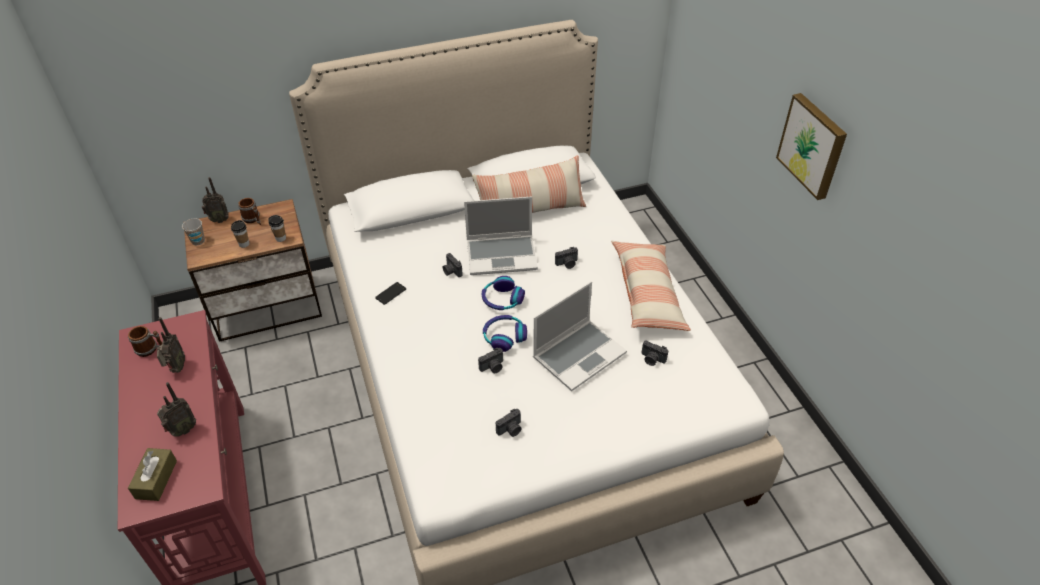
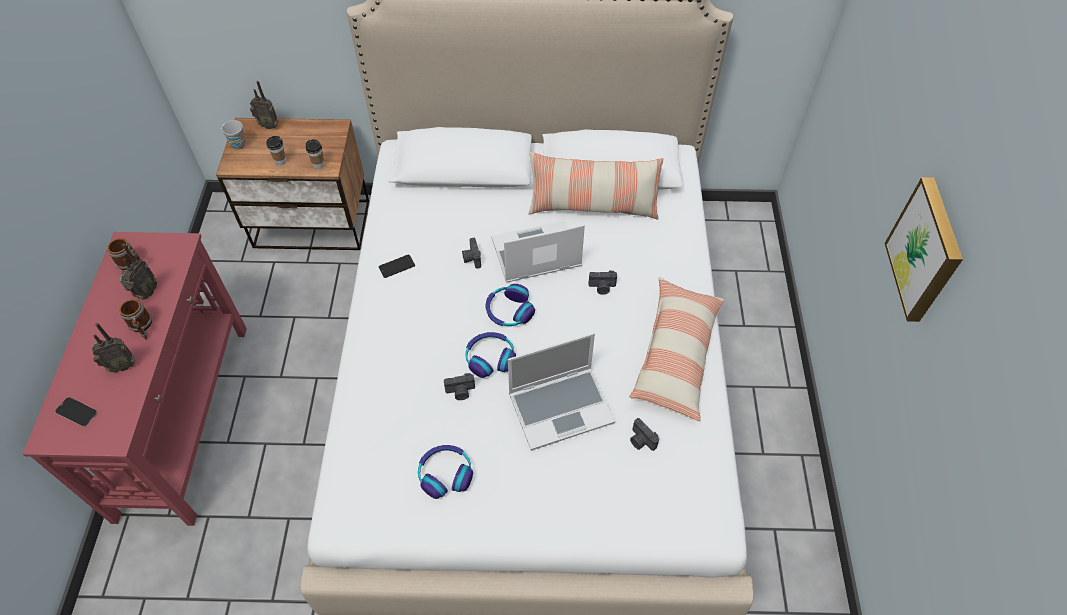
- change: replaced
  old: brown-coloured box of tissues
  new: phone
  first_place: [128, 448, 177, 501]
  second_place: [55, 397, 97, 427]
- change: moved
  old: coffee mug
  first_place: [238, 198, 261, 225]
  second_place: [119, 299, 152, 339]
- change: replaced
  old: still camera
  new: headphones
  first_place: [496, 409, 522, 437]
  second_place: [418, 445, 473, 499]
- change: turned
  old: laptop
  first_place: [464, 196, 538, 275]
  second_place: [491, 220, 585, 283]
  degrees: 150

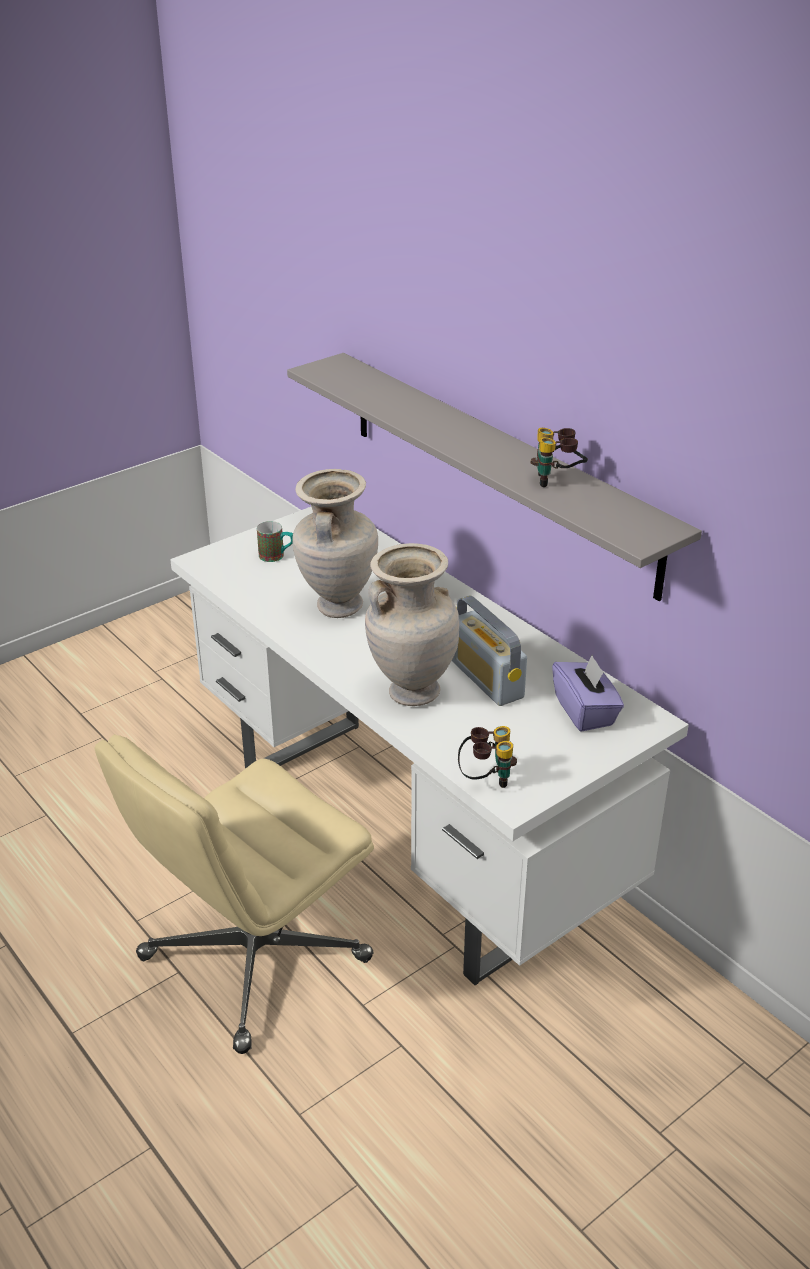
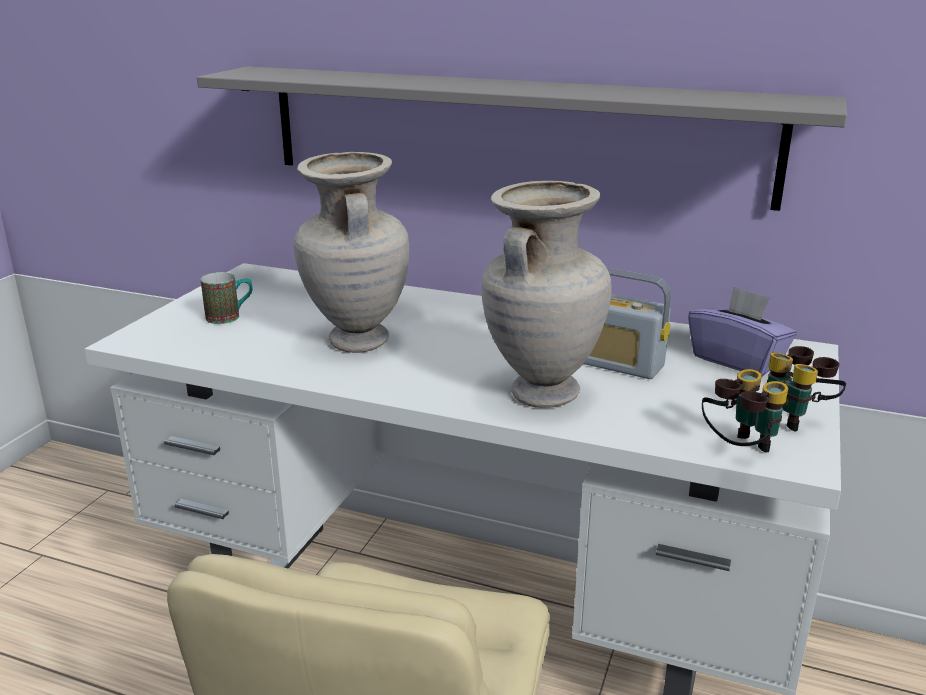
- change: moved
  old: pair of binoculars
  first_place: [531, 428, 588, 487]
  second_place: [767, 346, 846, 431]

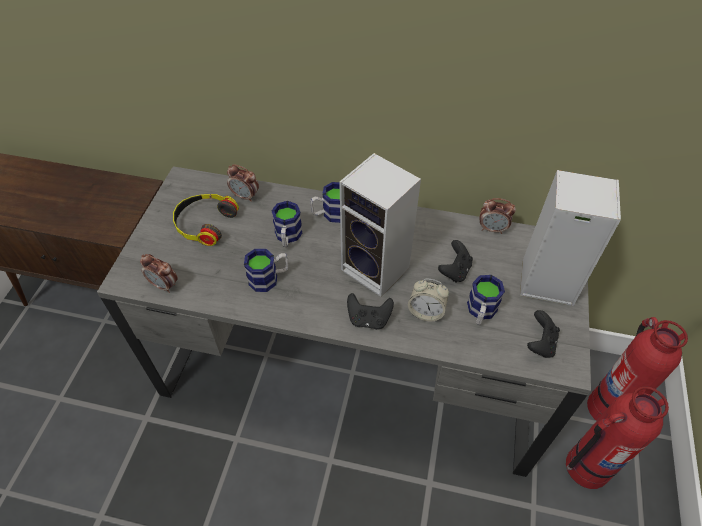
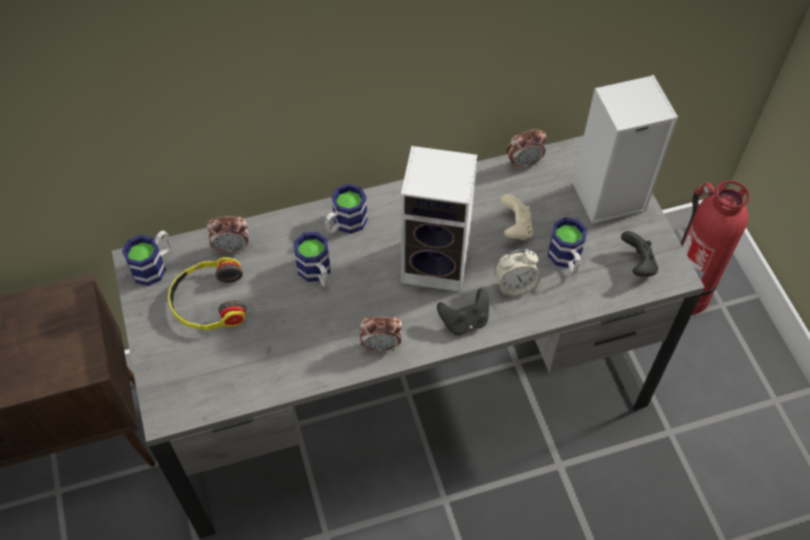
- change: moved
  old: coffee mug
  first_place: [244, 249, 288, 292]
  second_place: [122, 230, 171, 286]
- change: moved
  old: bedside clock
  first_place: [140, 254, 178, 293]
  second_place: [360, 317, 402, 351]
- change: recoloured
  old: black-coloured joypad
  new: beige-coloured joypad
  first_place: [438, 240, 473, 283]
  second_place: [500, 194, 533, 240]
- change: removed
  old: fire extinguisher
  first_place: [566, 386, 669, 489]

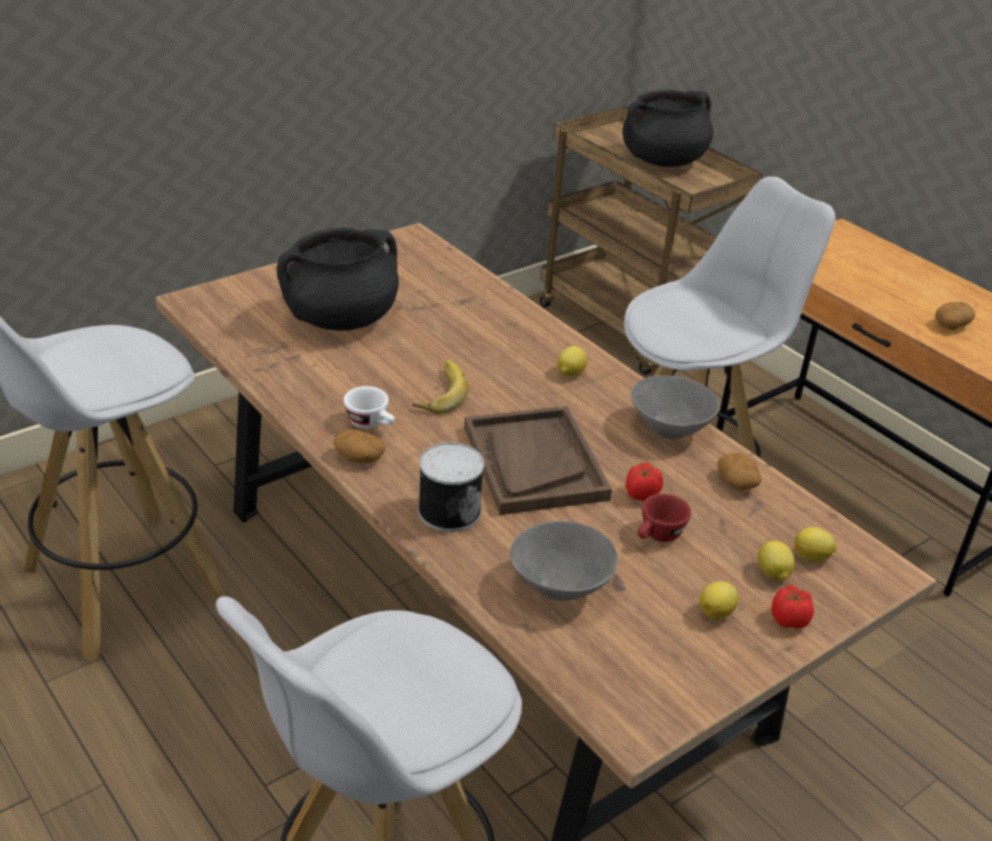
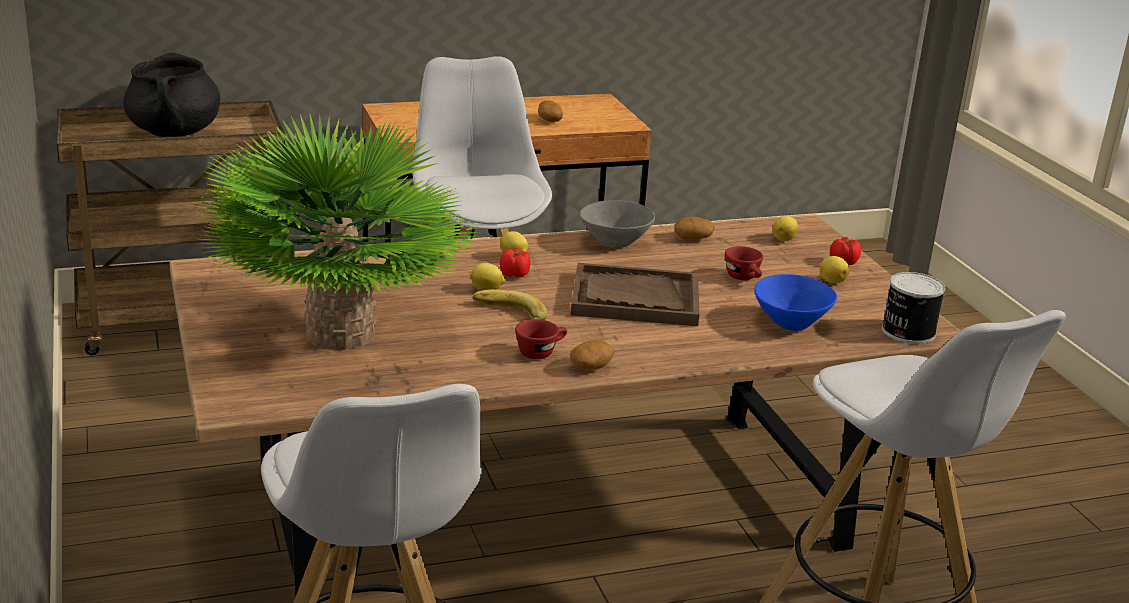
- change: replaced
  old: black-coloured cooking pot
  new: potted plant
  first_place: [277, 227, 399, 331]
  second_place: [195, 113, 478, 350]
- change: moved
  old: whole lemon
  first_place: [758, 541, 795, 580]
  second_place: [471, 263, 506, 290]
- change: moved
  old: fresh tomato
  first_place: [626, 463, 663, 501]
  second_place: [500, 248, 531, 277]
- change: recoloured
  old: white-coloured small cup
  new: reddish small cup
  first_place: [344, 386, 395, 429]
  second_place: [515, 319, 567, 359]
- change: recoloured
  old: grey deep dish
  new: bluish deep dish
  first_place: [510, 521, 618, 601]
  second_place: [754, 274, 837, 331]
- change: moved
  old: metal can
  first_place: [418, 442, 484, 532]
  second_place: [882, 272, 945, 344]

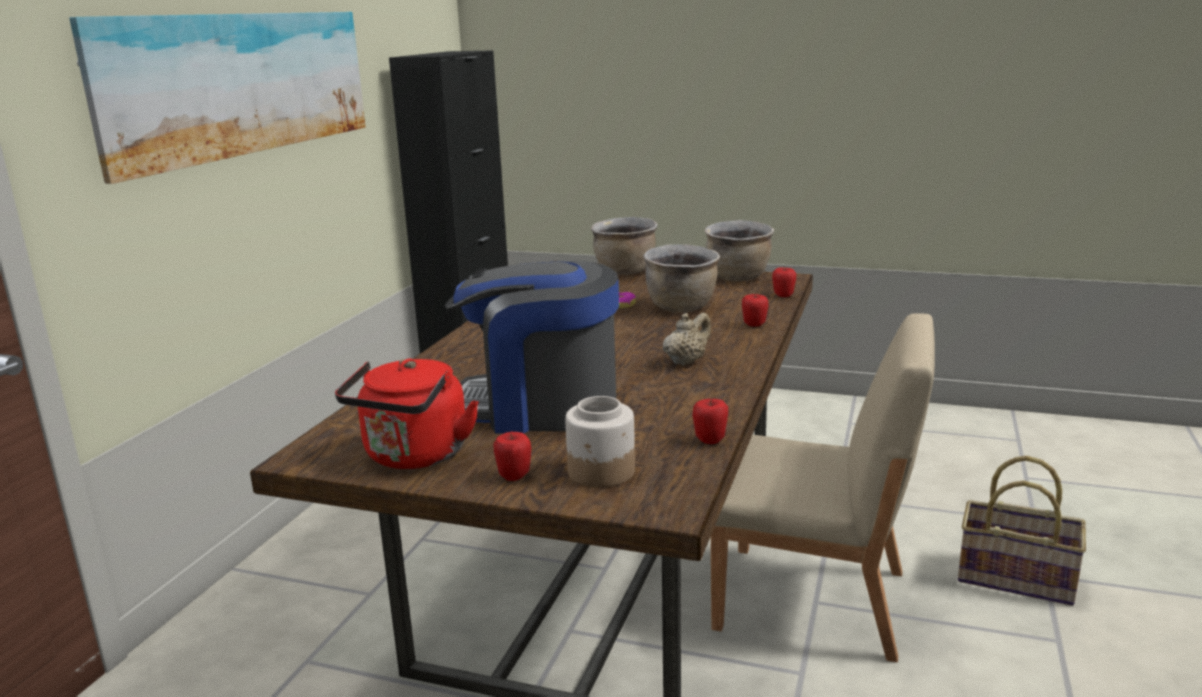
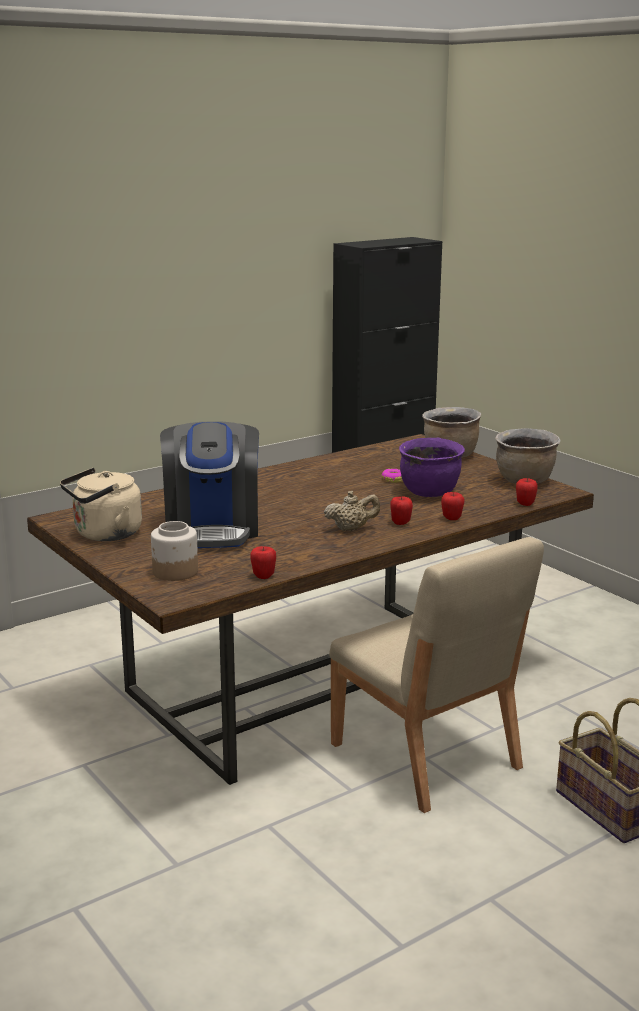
- change: recoloured
  old: reddish tea kettle
  new: beige-coloured tea kettle
  first_place: [335, 359, 479, 469]
  second_place: [60, 468, 142, 541]
- change: turned
  old: coffee machine
  first_place: [445, 260, 619, 434]
  second_place: [160, 421, 259, 548]
  degrees: -135
- change: moved
  old: apple
  first_place: [493, 432, 531, 481]
  second_place: [390, 496, 413, 525]
- change: recoloured
  old: brown-coloured cooking pot
  new: purple cooking pot
  first_place: [643, 244, 720, 313]
  second_place: [399, 438, 465, 497]
- change: removed
  old: picture
  first_place: [69, 12, 366, 184]

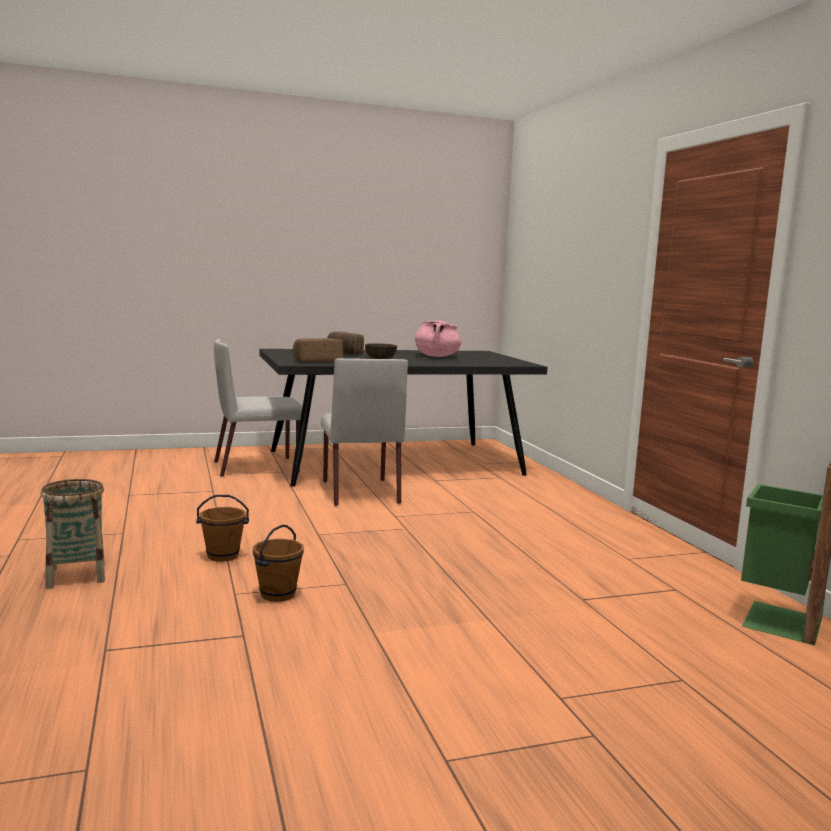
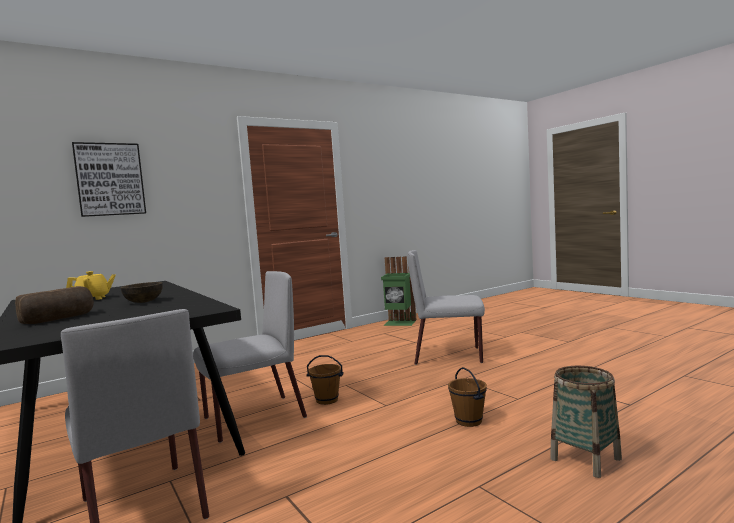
- change: replaced
  old: pink-coloured cooking pot
  new: yellowish pot for tea
  first_place: [415, 320, 461, 357]
  second_place: [66, 271, 116, 300]
- change: added
  new: picture
  second_place: [72, 142, 146, 217]
- change: moved
  old: brown-coloured bucket
  first_place: [253, 525, 304, 602]
  second_place: [307, 355, 344, 405]
- change: added
  new: grey chair
  second_place: [408, 250, 485, 365]
- change: removed
  old: baked bread
  first_place: [293, 338, 343, 362]

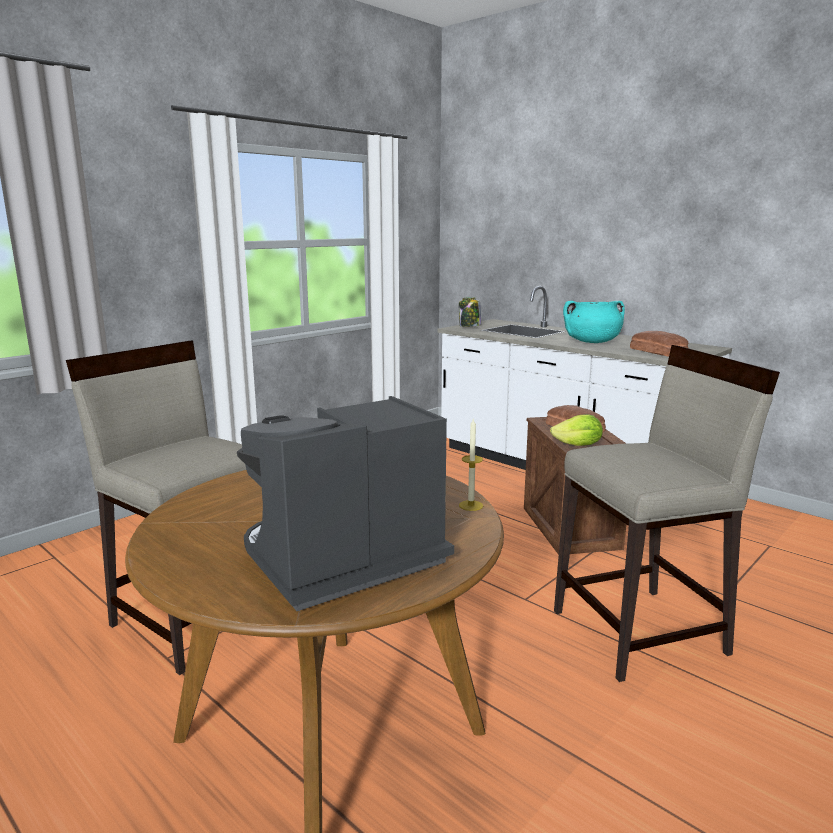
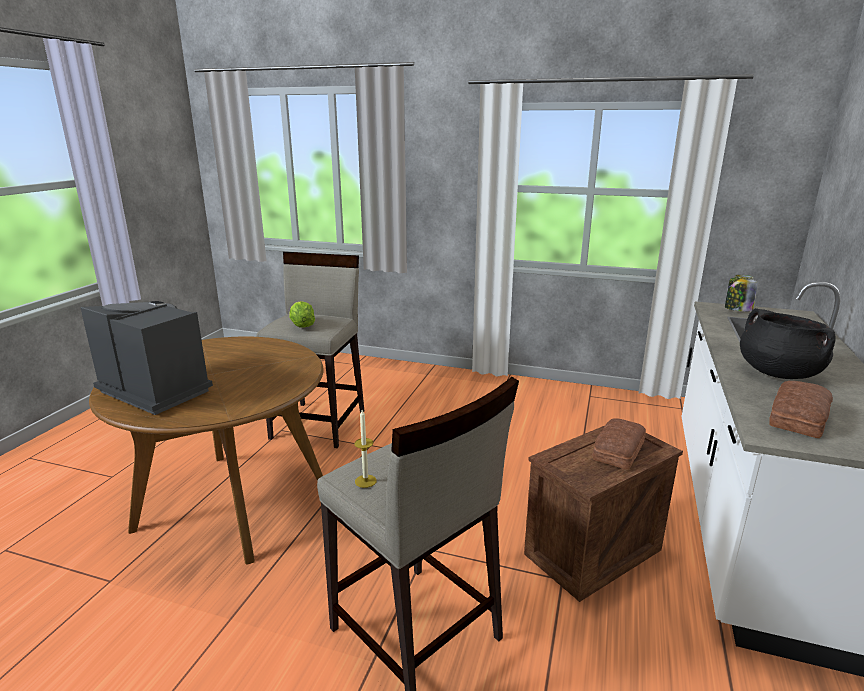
- change: moved
  old: lettuce
  first_place: [550, 414, 603, 446]
  second_place: [289, 301, 315, 328]
- change: moved
  old: wax candle
  first_place: [459, 419, 483, 511]
  second_place: [354, 410, 377, 488]
- change: recoloured
  old: blue-green cooking pot
  new: black-coloured cooking pot
  first_place: [563, 301, 625, 343]
  second_place: [740, 308, 836, 379]

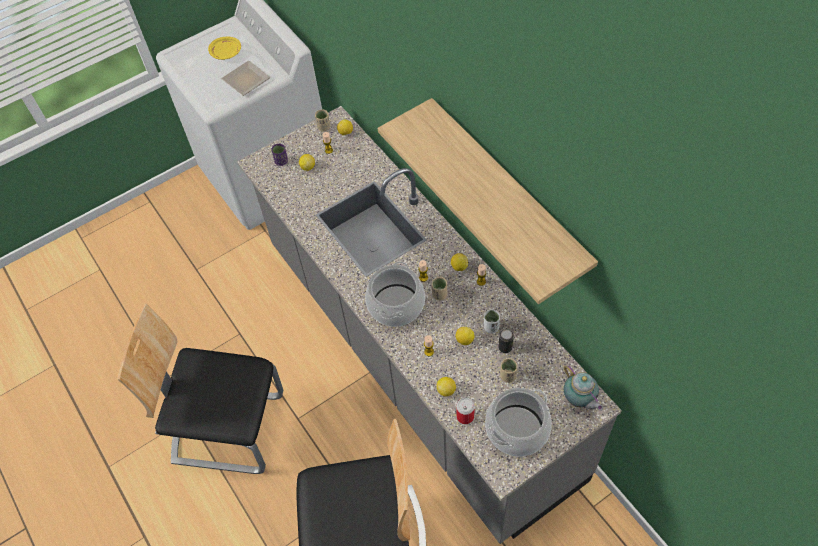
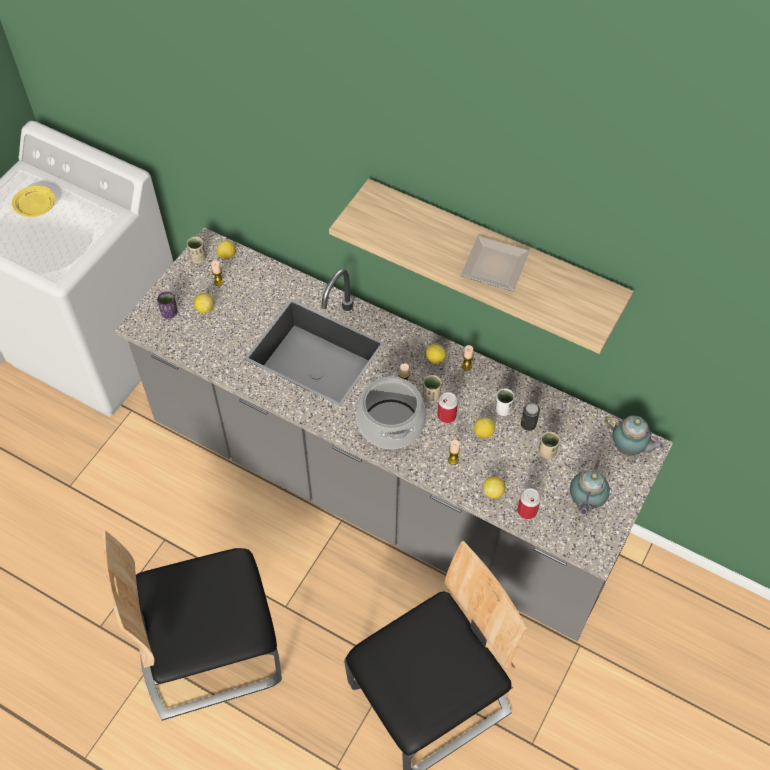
- change: added
  new: metal can
  second_place: [437, 392, 458, 423]
- change: moved
  old: flat dish
  first_place: [221, 60, 270, 96]
  second_place: [461, 236, 530, 291]
- change: replaced
  old: cooking pot
  new: pot for tea
  first_place: [485, 388, 552, 457]
  second_place: [570, 459, 610, 515]

